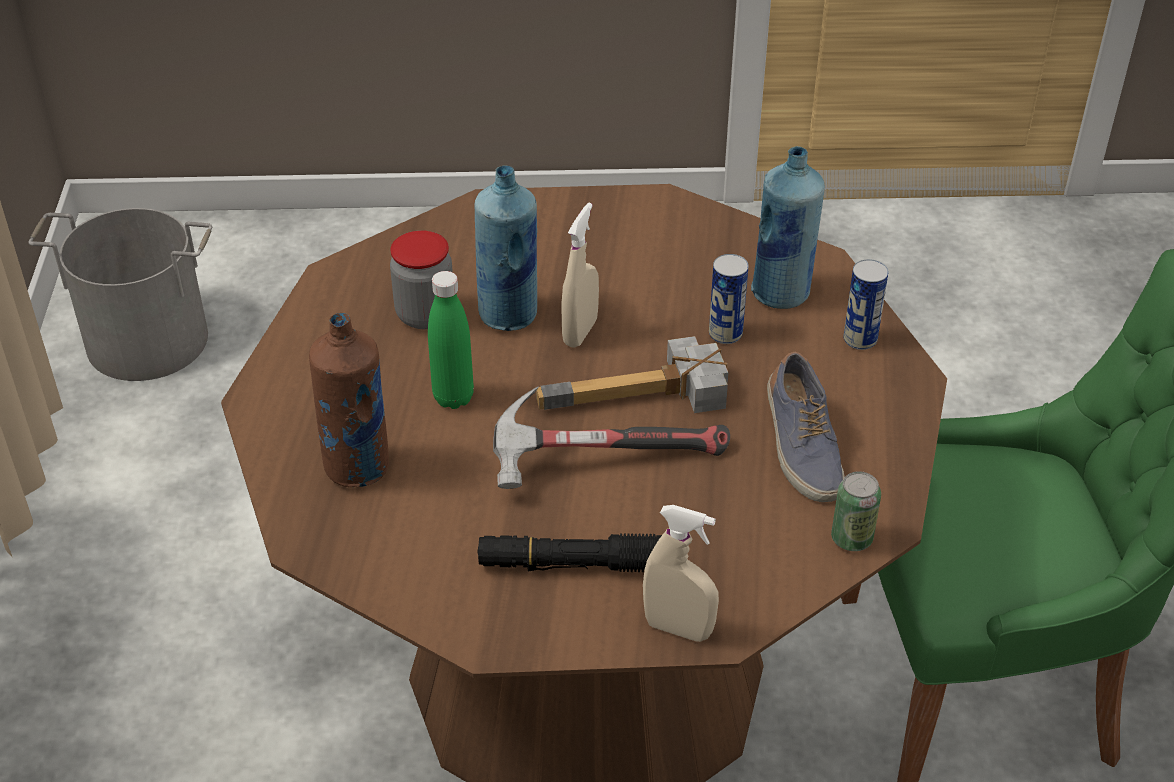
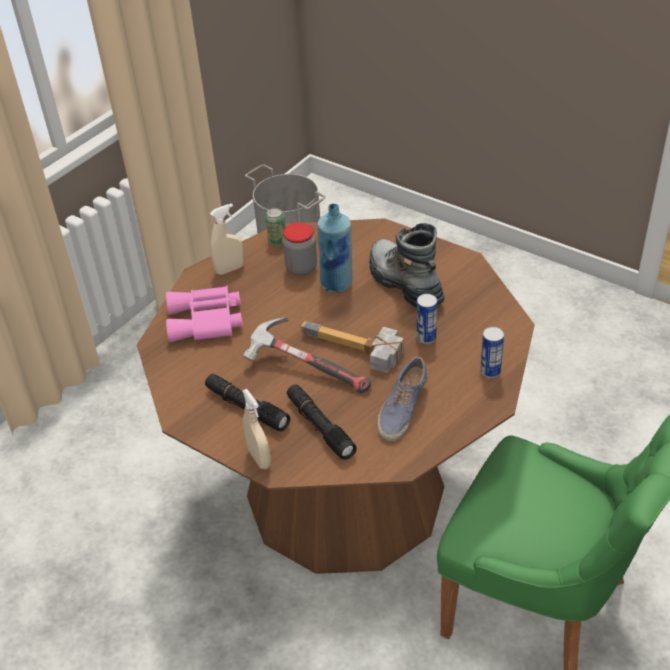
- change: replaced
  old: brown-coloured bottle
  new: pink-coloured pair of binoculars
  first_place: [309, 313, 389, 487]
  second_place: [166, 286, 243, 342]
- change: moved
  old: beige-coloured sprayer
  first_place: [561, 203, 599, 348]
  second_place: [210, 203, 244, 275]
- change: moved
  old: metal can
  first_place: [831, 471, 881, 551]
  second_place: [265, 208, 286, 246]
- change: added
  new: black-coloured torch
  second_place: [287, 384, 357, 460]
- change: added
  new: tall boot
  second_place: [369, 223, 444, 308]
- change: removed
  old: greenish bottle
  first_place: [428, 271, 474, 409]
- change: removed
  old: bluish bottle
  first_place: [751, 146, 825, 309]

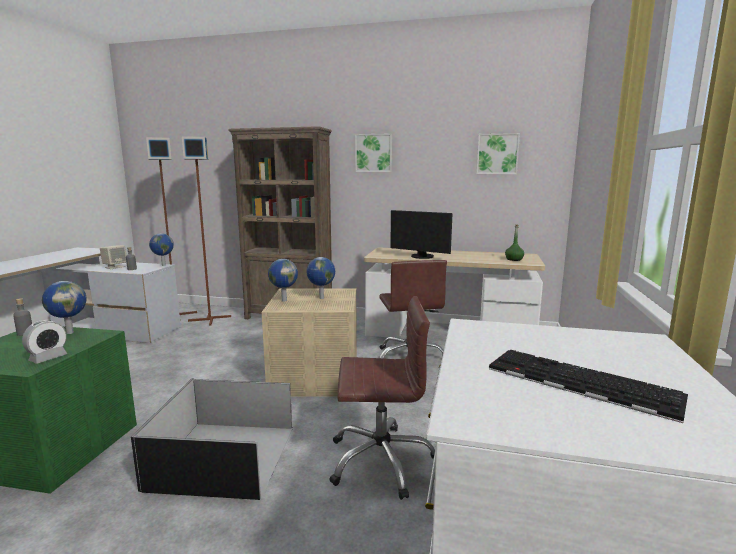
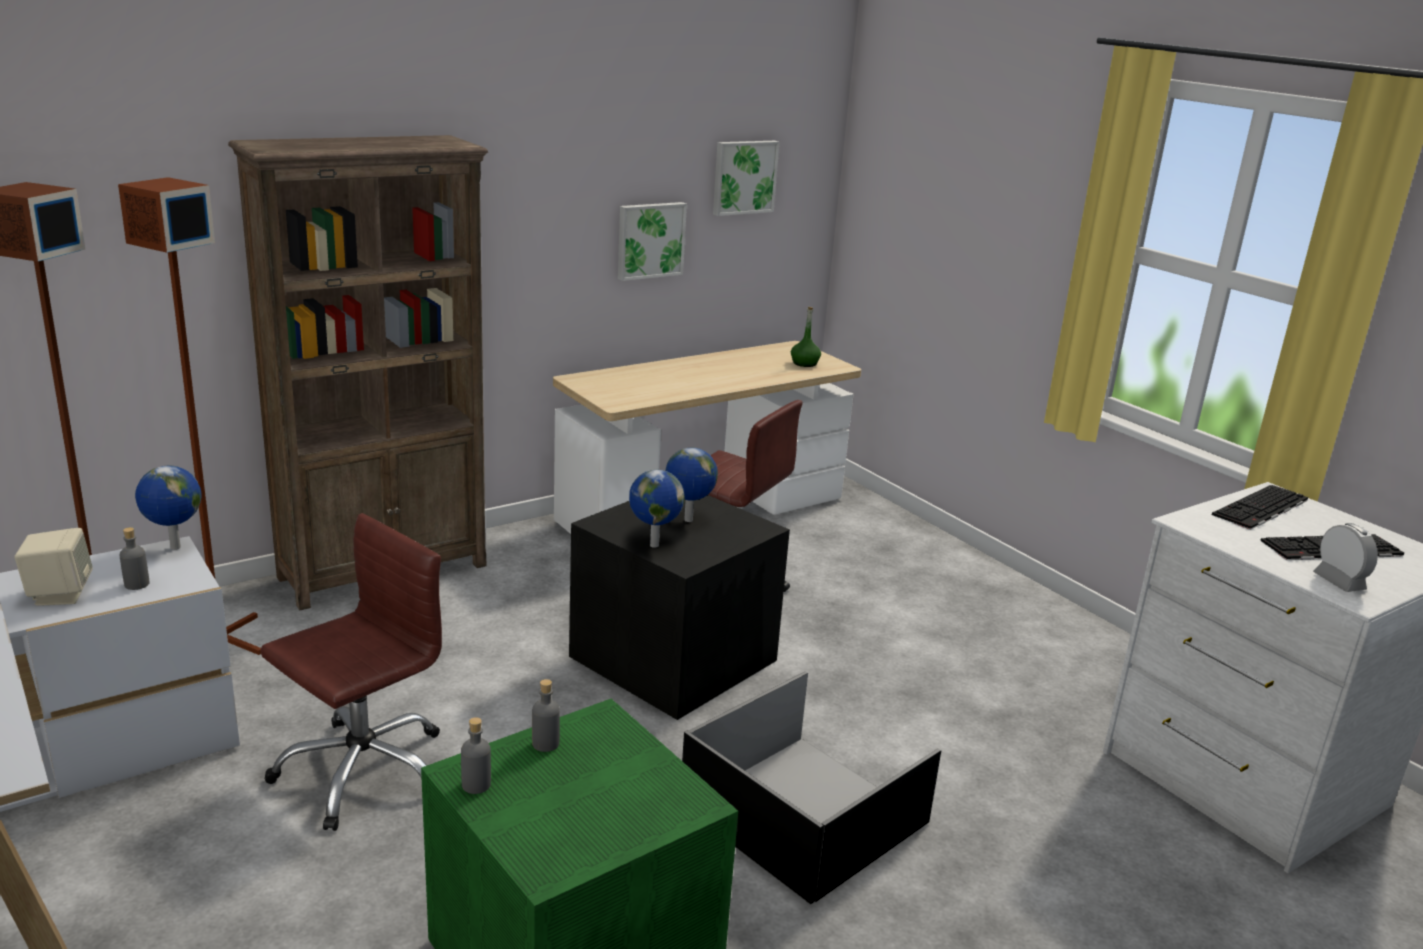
- change: moved
  old: brown-coloured desk chair
  first_place: [329, 296, 435, 500]
  second_place: [260, 513, 442, 831]
- change: replaced
  old: world globe
  new: grey bottle
  first_place: [42, 281, 86, 334]
  second_place: [532, 679, 560, 752]
- change: recoloured
  old: beige-coloured storage bin
  new: black-coloured storage bin
  first_place: [262, 288, 357, 396]
  second_place: [569, 495, 790, 720]
- change: moved
  old: picture
  first_place: [355, 133, 392, 172]
  second_place: [618, 202, 687, 281]
- change: added
  new: keyboard
  second_place: [1212, 485, 1308, 530]
- change: moved
  old: bedside clock
  first_place: [22, 320, 68, 364]
  second_place: [1313, 523, 1378, 592]
- change: removed
  old: computer display
  first_place: [390, 210, 453, 259]

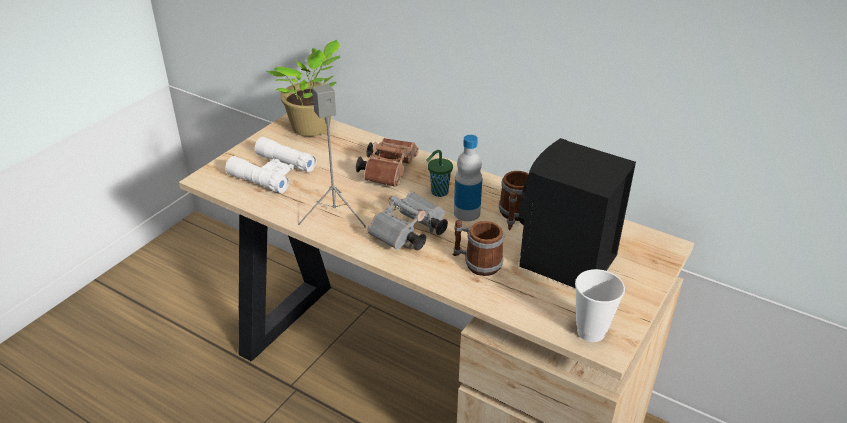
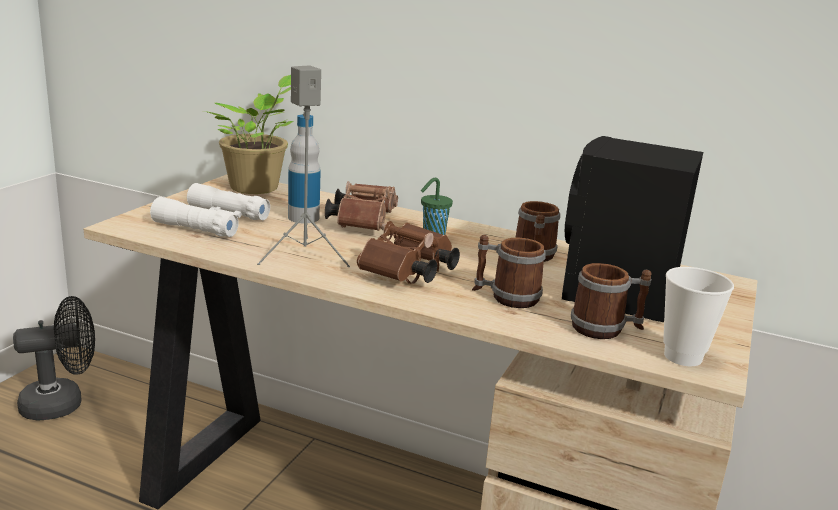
- change: added
  new: black-coloured electric fan
  second_place: [13, 296, 95, 421]
- change: moved
  old: bottle
  first_place: [454, 135, 482, 221]
  second_place: [288, 114, 321, 223]
- change: recoloured
  old: grey pair of binoculars
  new: brown-coloured pair of binoculars
  first_place: [367, 192, 448, 250]
  second_place: [357, 221, 460, 284]
- change: added
  new: coffee mug
  second_place: [571, 263, 652, 339]

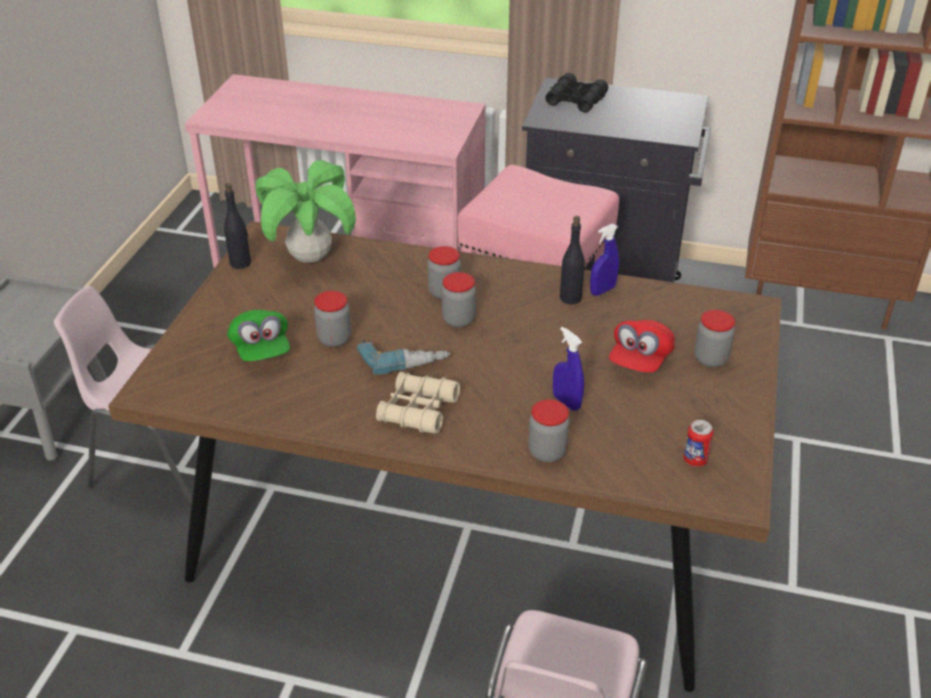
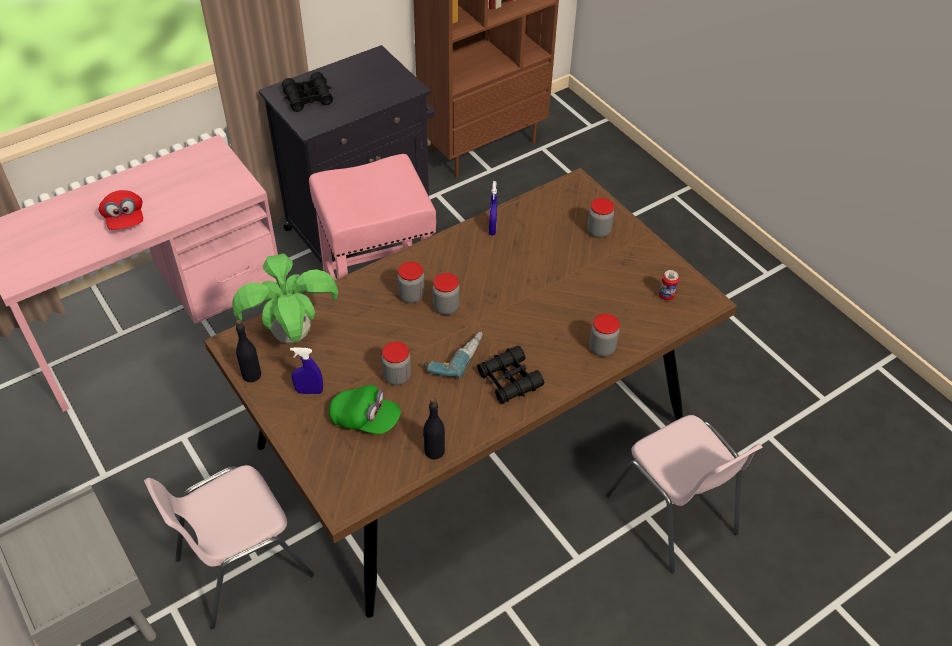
- change: moved
  old: reddish peaked cap
  first_place: [609, 320, 675, 373]
  second_place: [99, 190, 143, 230]
- change: moved
  old: bluish sprayer
  first_place: [553, 327, 584, 411]
  second_place: [290, 347, 323, 394]
- change: moved
  old: black-coloured bottle
  first_place: [560, 216, 585, 305]
  second_place: [423, 398, 445, 460]
- change: recoloured
  old: beige-coloured pair of binoculars
  new: black-coloured pair of binoculars
  first_place: [376, 372, 460, 434]
  second_place: [477, 345, 544, 404]

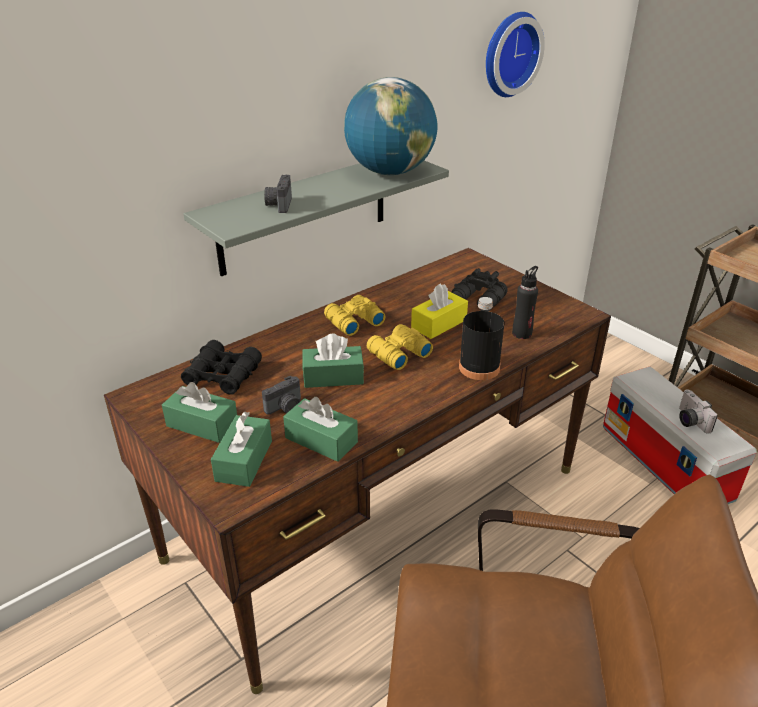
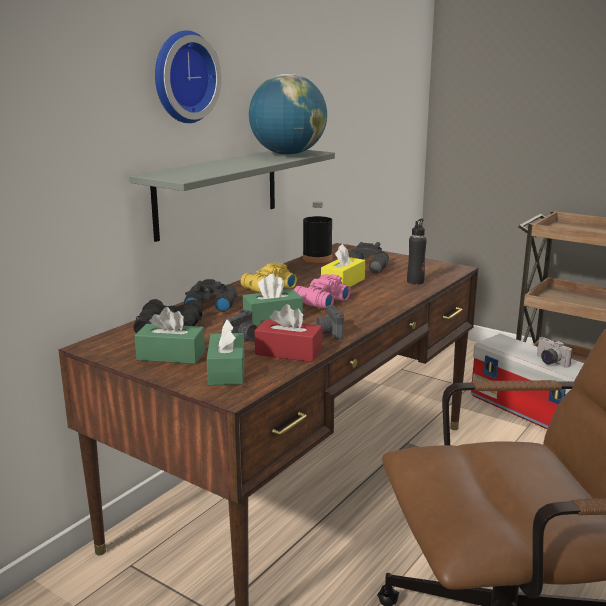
- change: moved
  old: wall clock
  first_place: [486, 12, 545, 97]
  second_place: [155, 30, 222, 123]
- change: added
  new: black-coloured pair of binoculars
  second_place: [184, 279, 238, 312]
- change: recoloured
  old: greenish box of tissues
  new: reddish box of tissues
  first_place: [283, 397, 358, 462]
  second_place: [255, 304, 322, 362]
- change: recoloured
  old: yellowish pair of binoculars
  new: pink-coloured pair of binoculars
  first_place: [367, 324, 433, 370]
  second_place: [294, 274, 350, 309]
- change: moved
  old: black-coloured bottle
  first_place: [459, 297, 505, 380]
  second_place: [303, 201, 332, 263]
- change: moved
  old: still camera
  first_place: [264, 175, 292, 213]
  second_place: [316, 305, 344, 339]

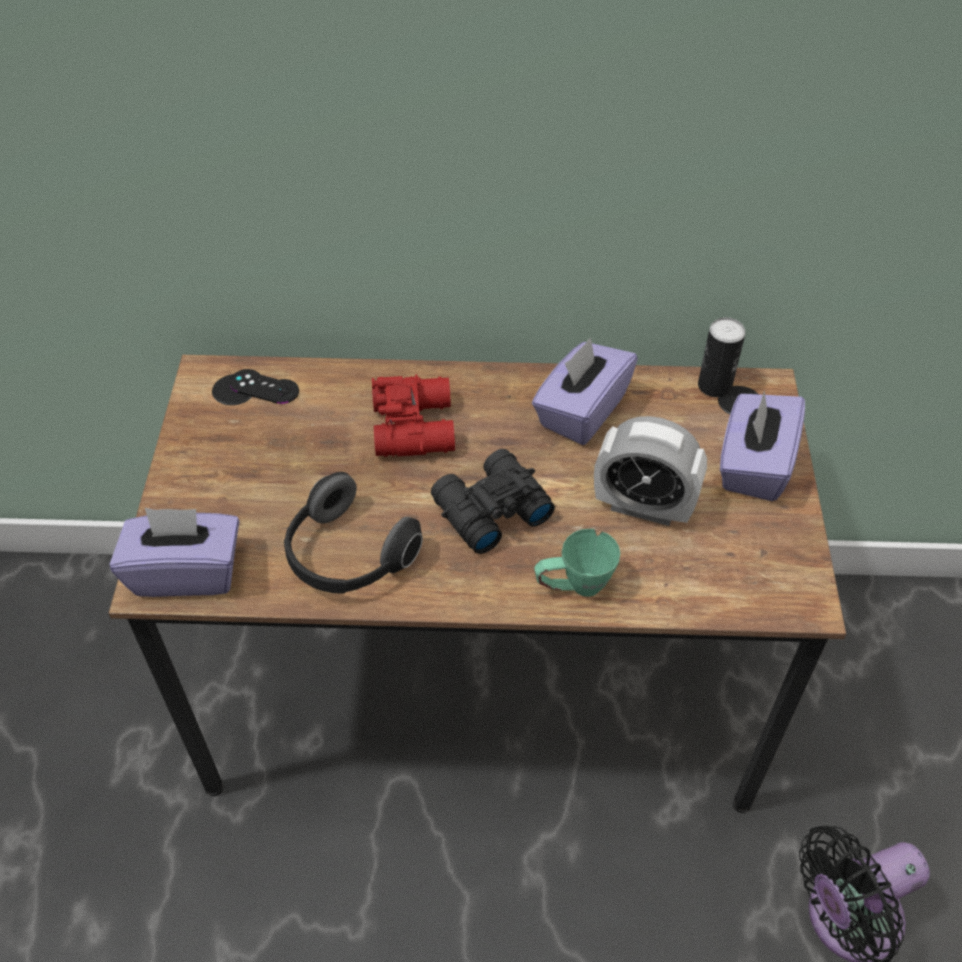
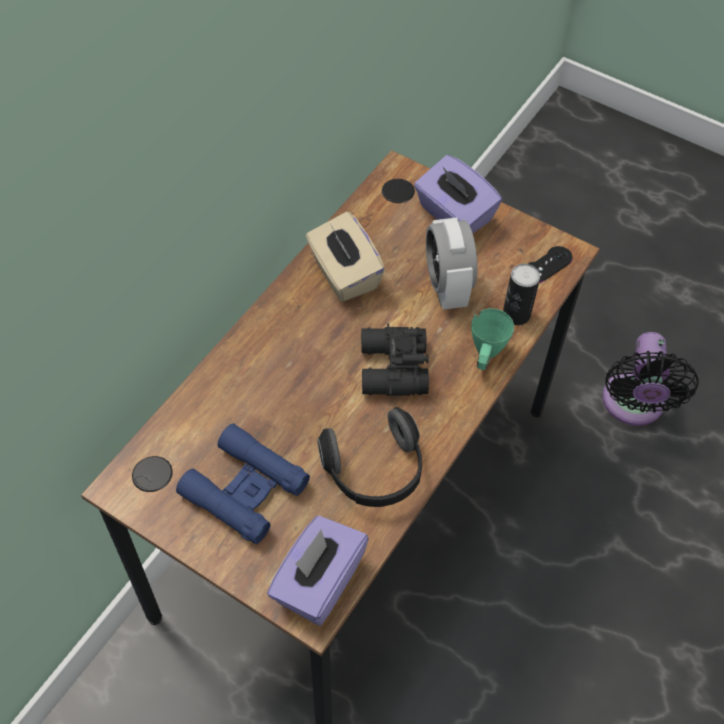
- change: added
  new: bluish pair of binoculars
  second_place: [176, 424, 310, 544]
- change: recoloured
  old: purple box of tissues
  new: beige-coloured box of tissues
  first_place: [532, 337, 638, 445]
  second_place: [306, 212, 385, 302]
- change: turned
  old: bedside clock
  first_place: [594, 416, 707, 526]
  second_place: [426, 217, 478, 310]
  degrees: 120
- change: moved
  old: metal can
  first_place: [698, 317, 746, 397]
  second_place: [503, 264, 540, 325]
- change: moved
  old: black-coloured joypad
  first_place: [230, 369, 299, 404]
  second_place: [528, 246, 573, 283]
- change: removed
  old: reddish pair of binoculars
  first_place: [372, 374, 455, 457]

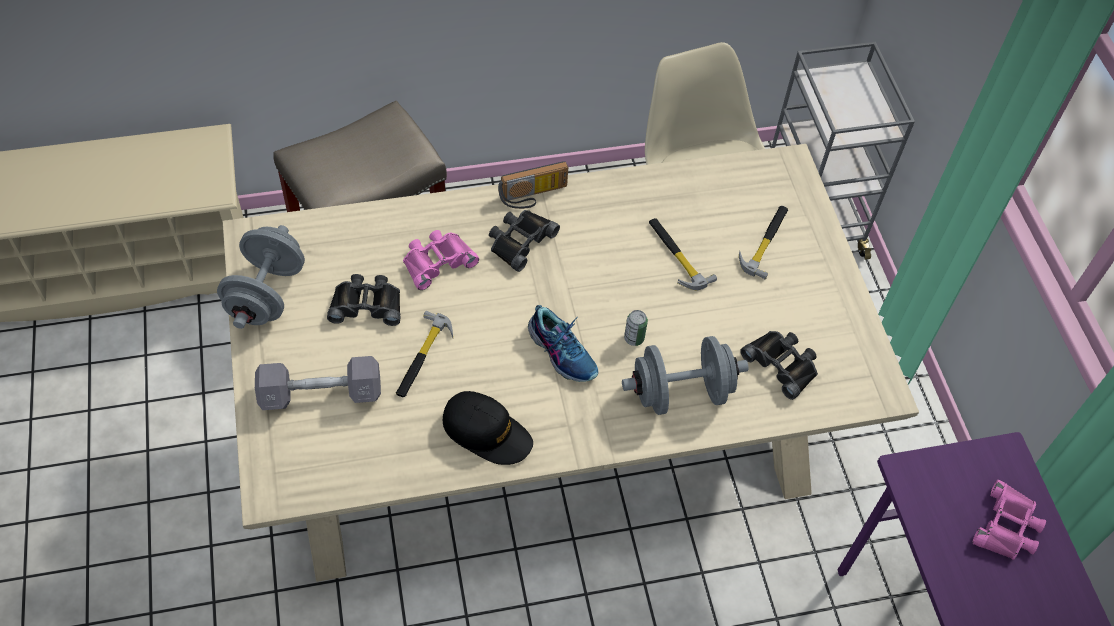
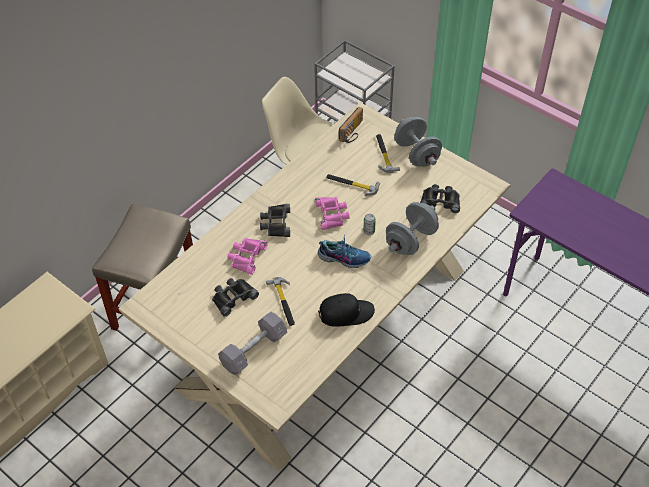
- change: moved
  old: pink-coloured pair of binoculars
  first_place: [972, 480, 1046, 560]
  second_place: [315, 197, 350, 230]
- change: moved
  old: radio set
  first_place: [498, 161, 568, 209]
  second_place: [339, 107, 363, 143]
- change: moved
  old: grey dumbbell
  first_place: [217, 225, 305, 329]
  second_place: [394, 117, 442, 167]

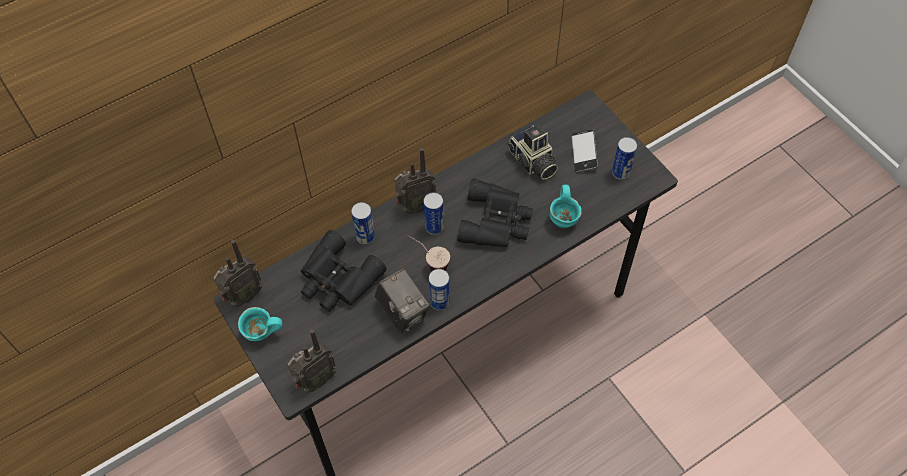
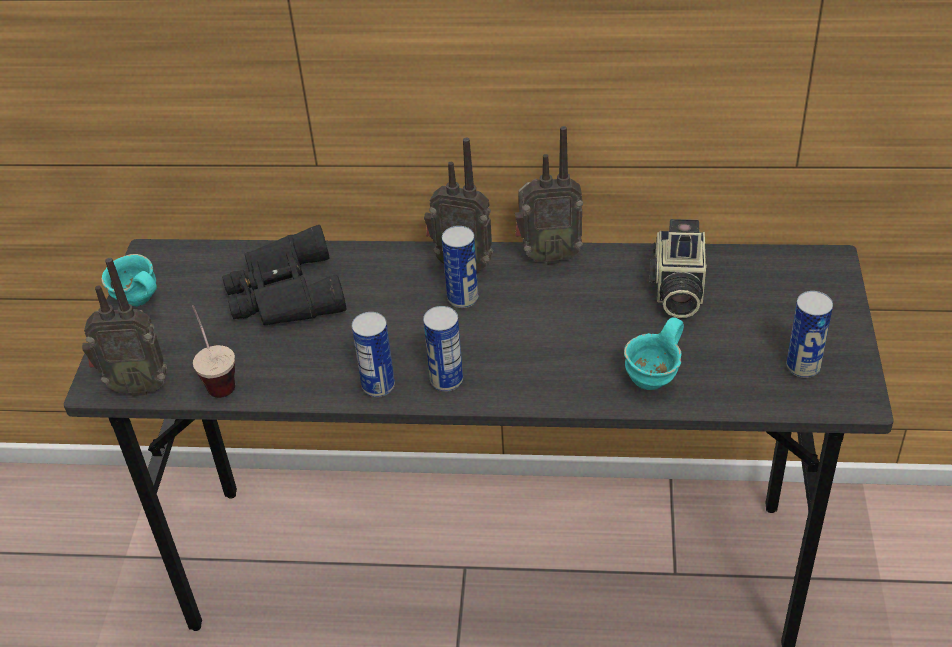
- change: moved
  old: small cup
  first_place: [409, 236, 450, 272]
  second_place: [192, 305, 235, 398]
- change: moved
  old: metal can
  first_place: [351, 202, 375, 245]
  second_place: [423, 306, 463, 392]
- change: moved
  old: radio set
  first_place: [214, 240, 263, 307]
  second_place: [515, 126, 583, 265]
- change: removed
  old: still camera
  first_place: [375, 268, 430, 333]
- change: removed
  old: black-coloured pair of binoculars
  first_place: [457, 179, 533, 247]
- change: removed
  old: phone
  first_place: [571, 129, 598, 172]

